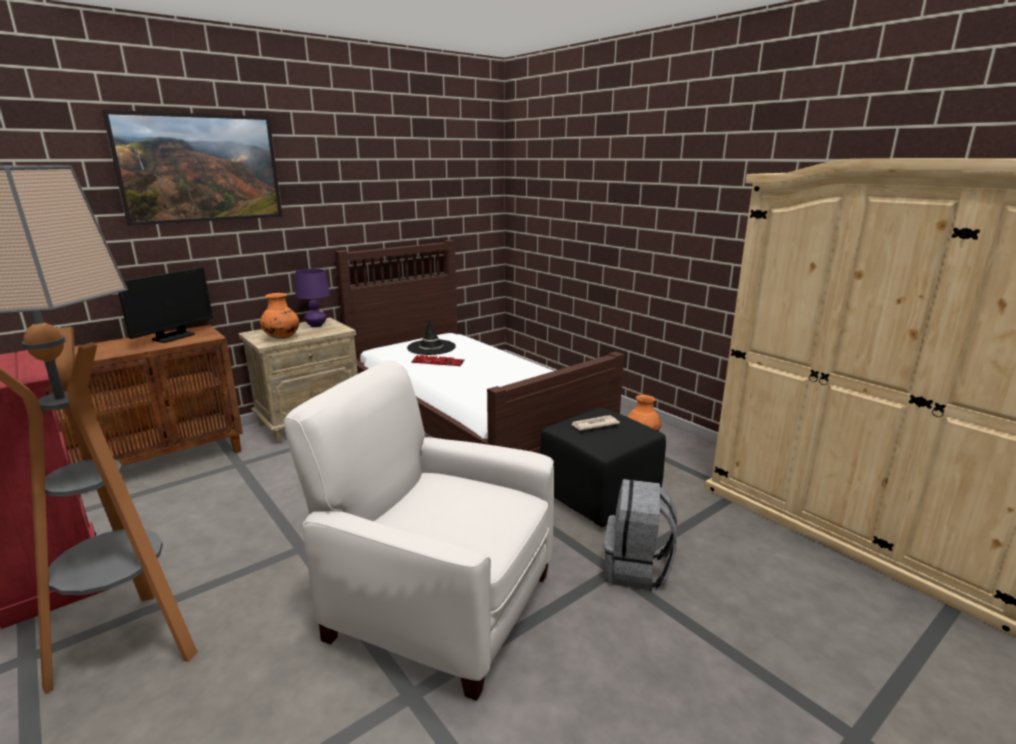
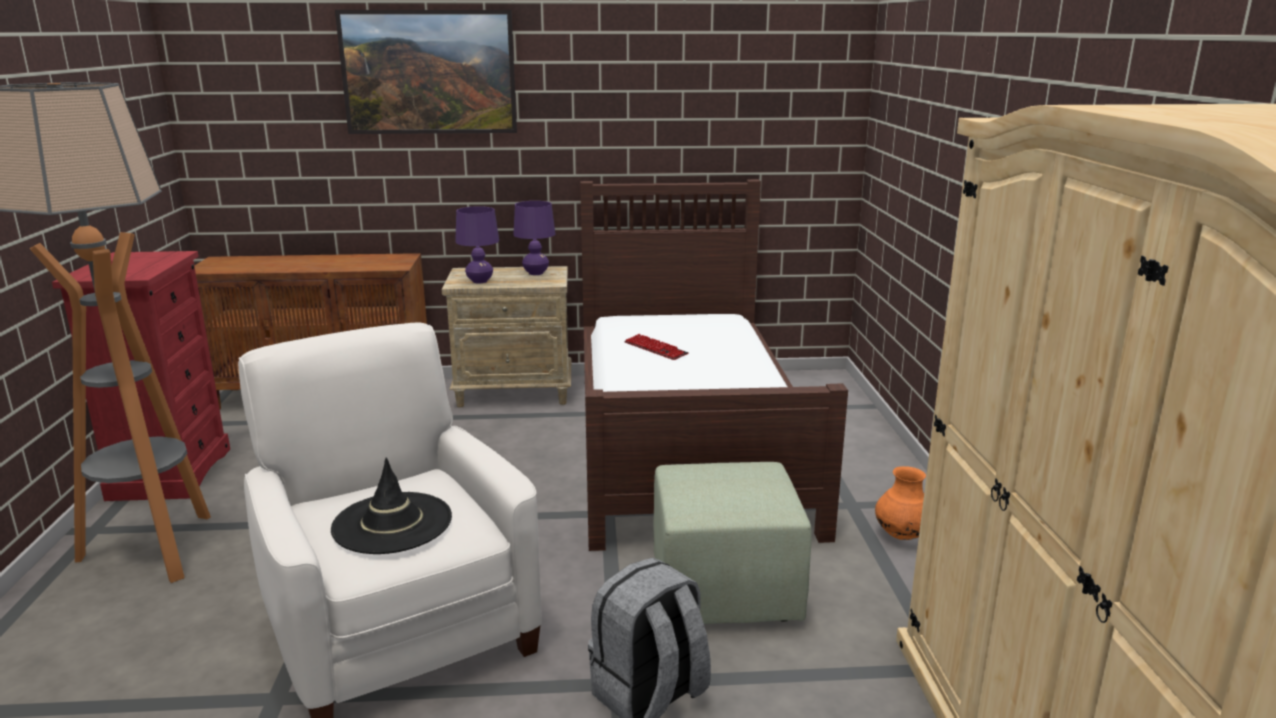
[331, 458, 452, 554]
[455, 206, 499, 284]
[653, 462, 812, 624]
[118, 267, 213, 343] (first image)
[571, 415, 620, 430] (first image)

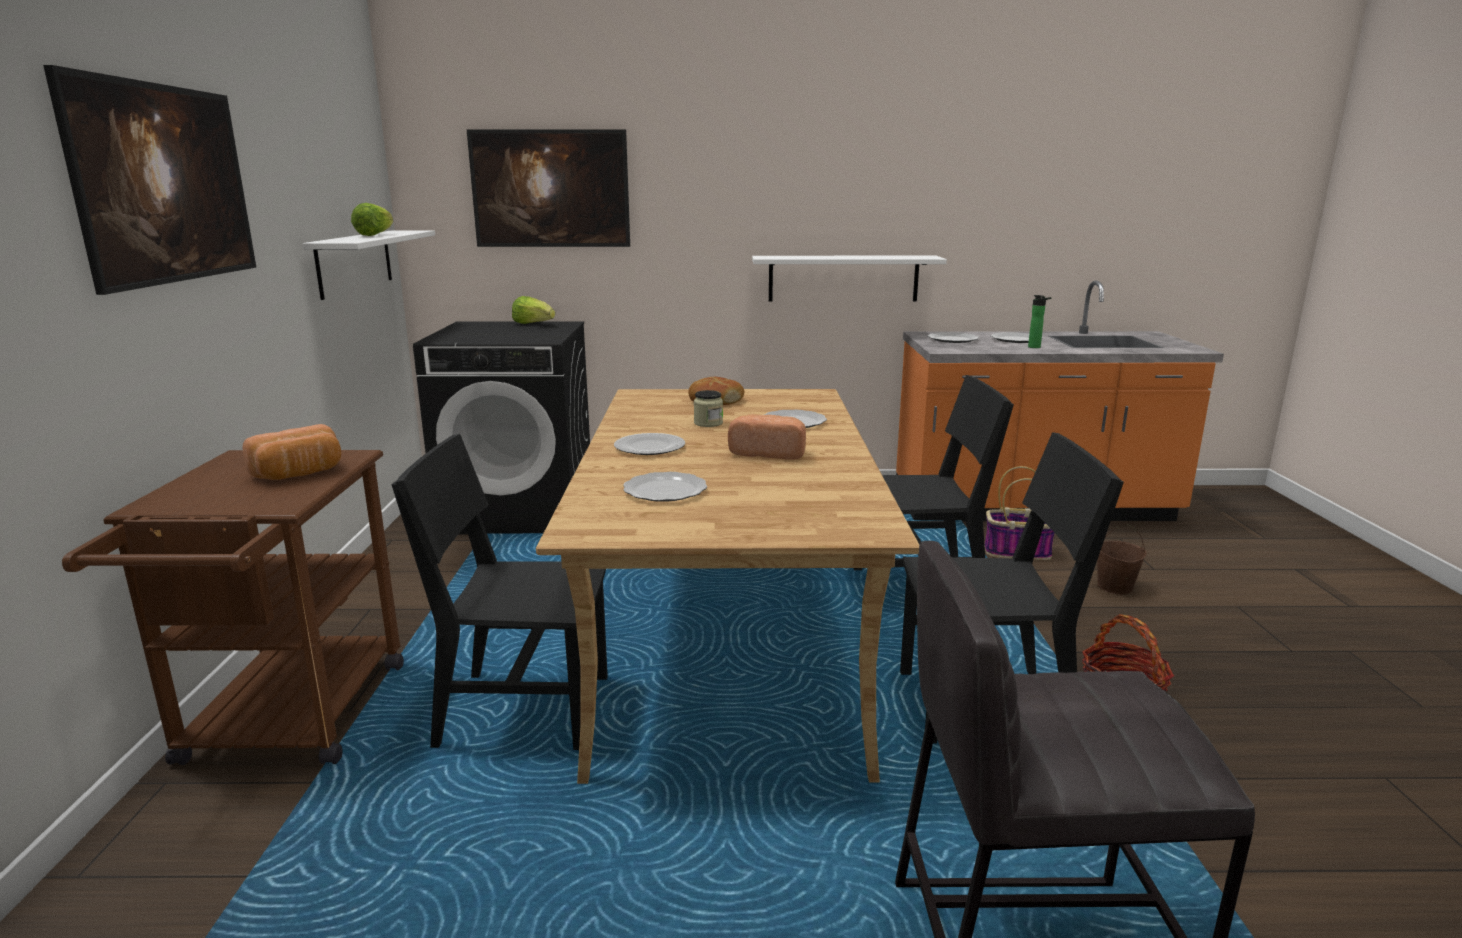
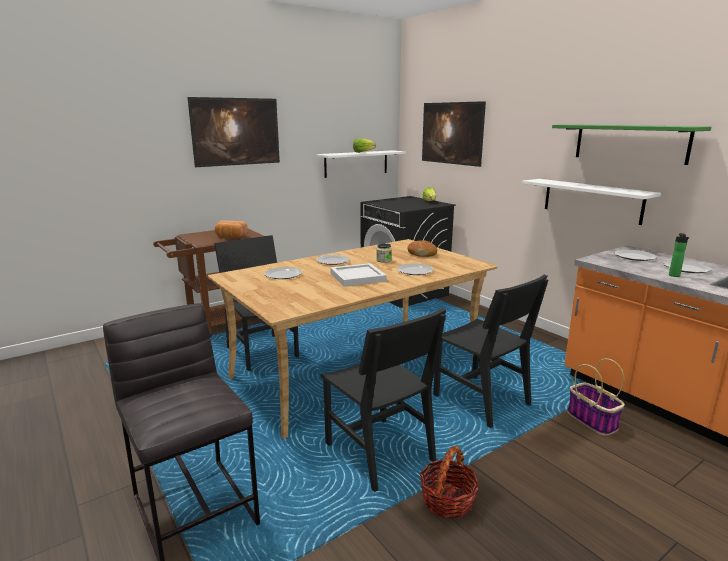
[330, 263, 387, 286]
[552, 124, 711, 165]
[1097, 523, 1147, 595] (first image)

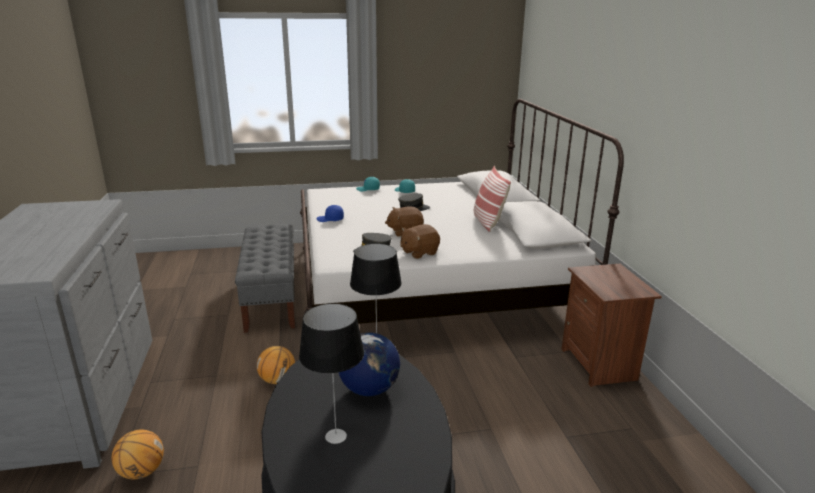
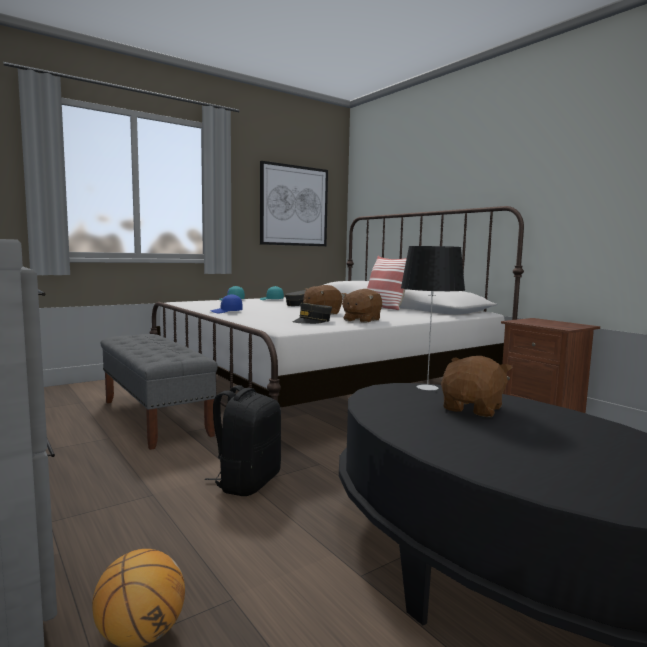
[205, 385, 281, 496]
[260, 161, 328, 246]
[441, 356, 512, 417]
[299, 304, 364, 444] (first image)

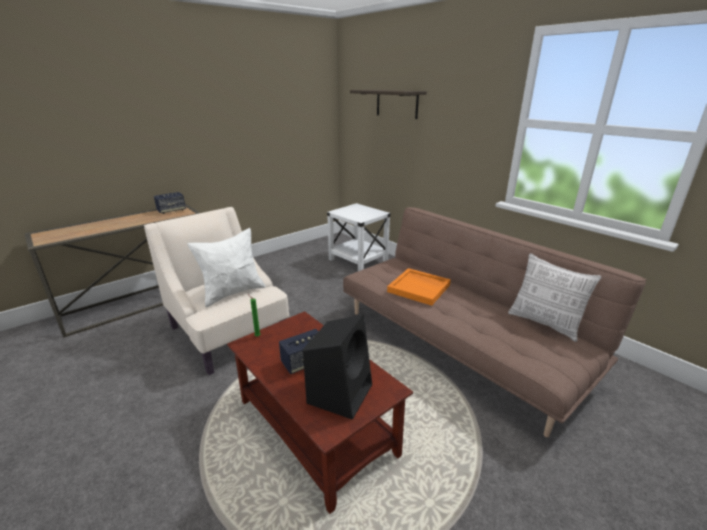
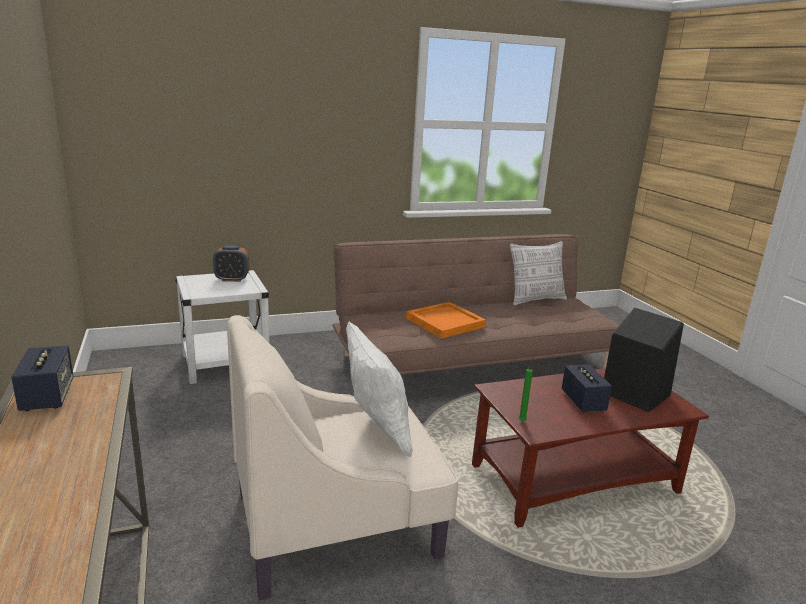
[213, 246, 249, 282]
[350, 90, 427, 119] (first image)

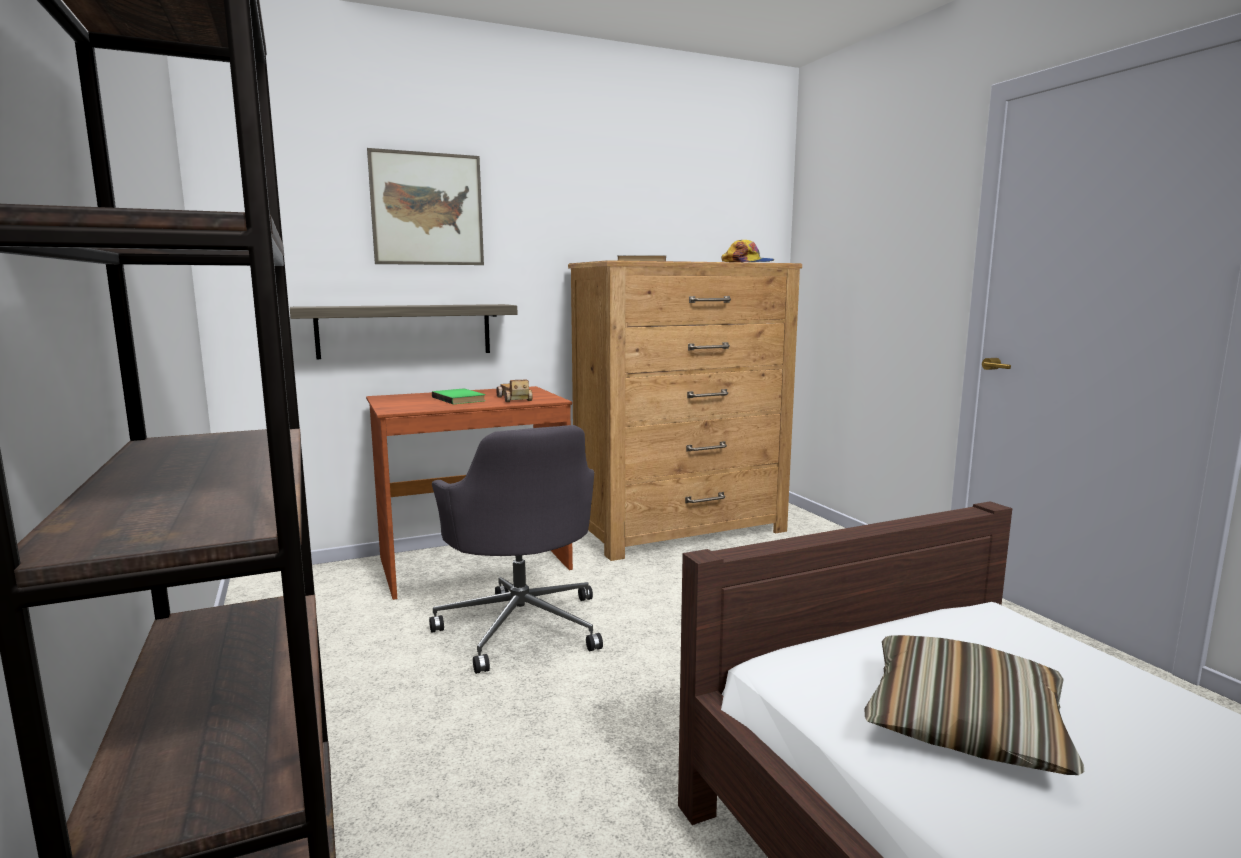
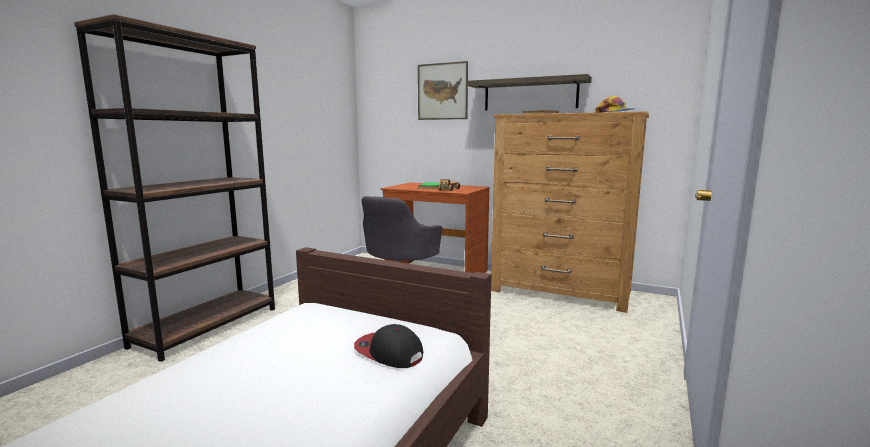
[354, 324, 423, 368]
[467, 74, 592, 110]
[865, 635, 1084, 775] (first image)

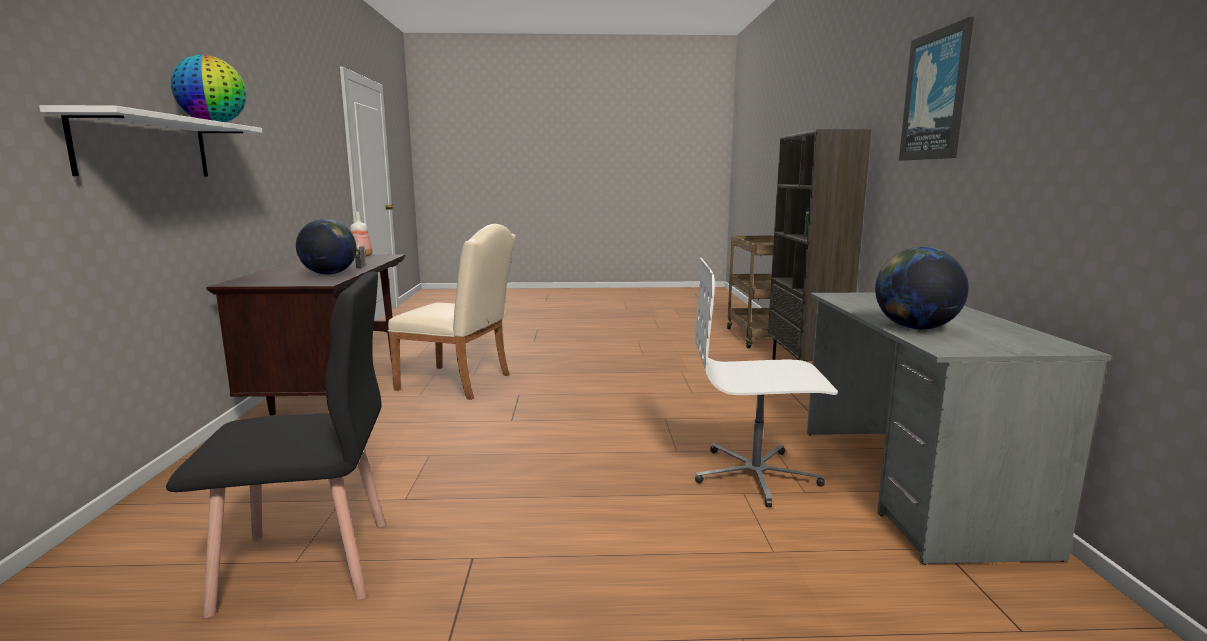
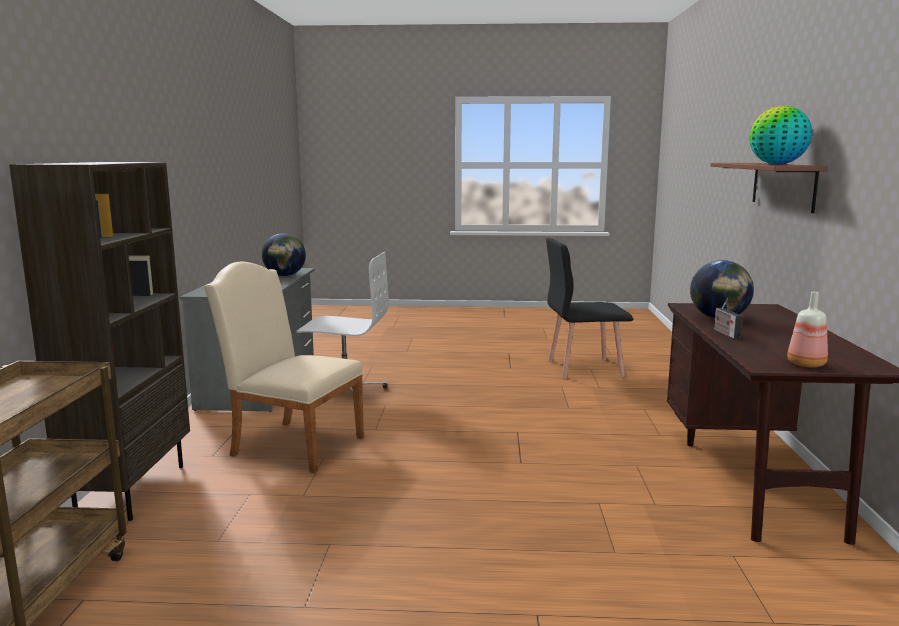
[204, 262, 364, 473]
[711, 163, 828, 213]
[899, 17, 974, 161] (first image)

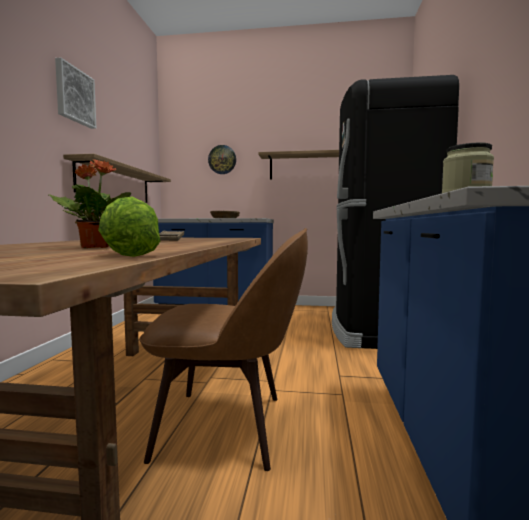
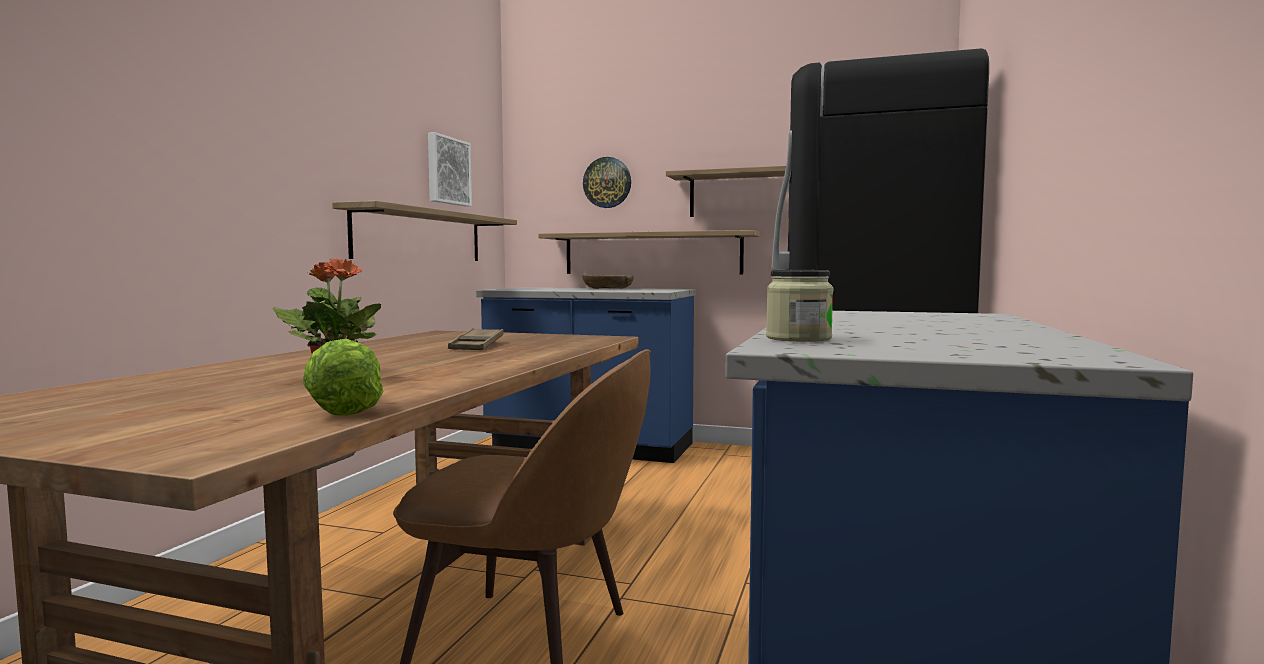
[428, 132, 472, 206]
[538, 230, 760, 274]

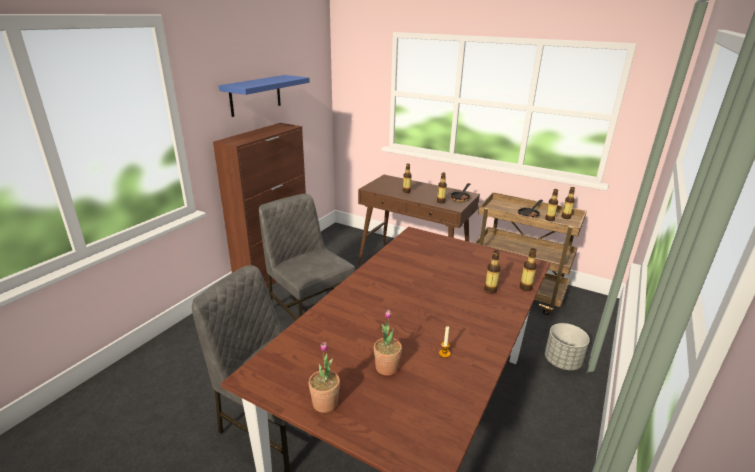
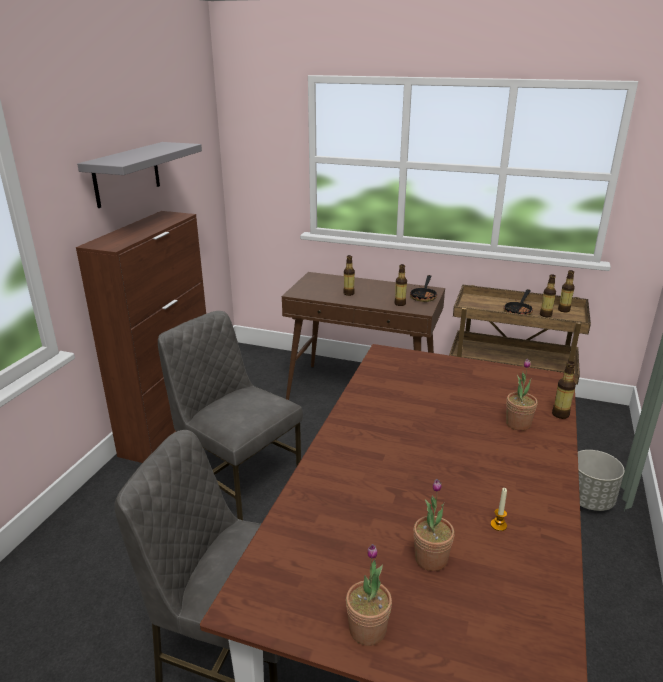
[77, 142, 202, 208]
[506, 359, 537, 431]

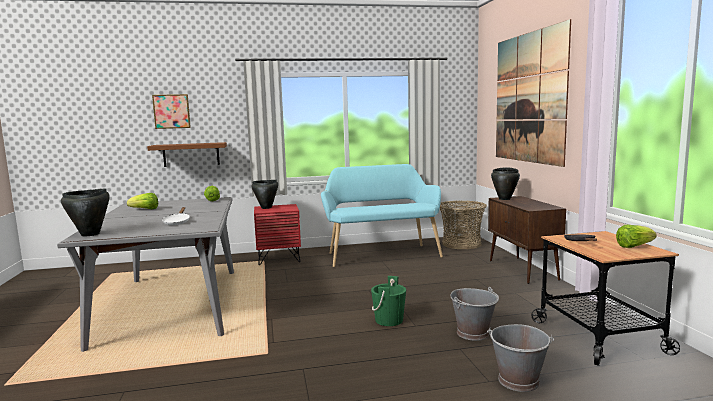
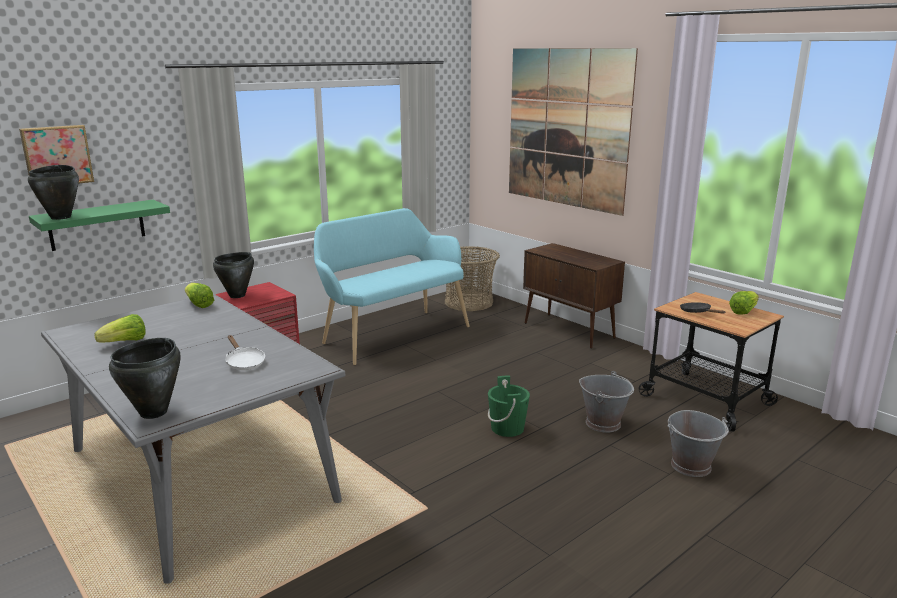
[28, 165, 79, 220]
[29, 200, 170, 251]

